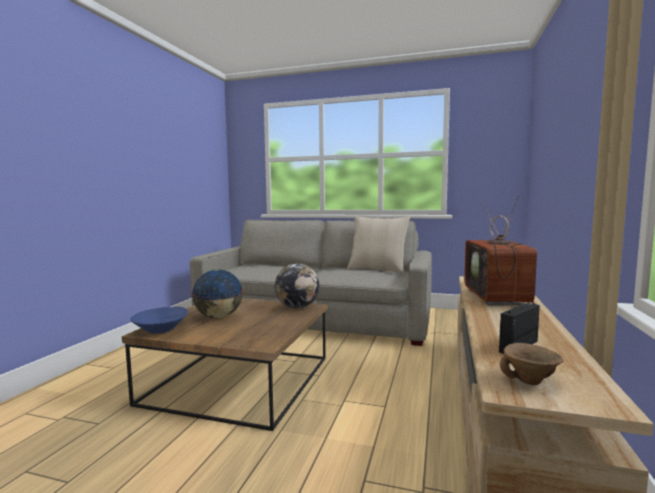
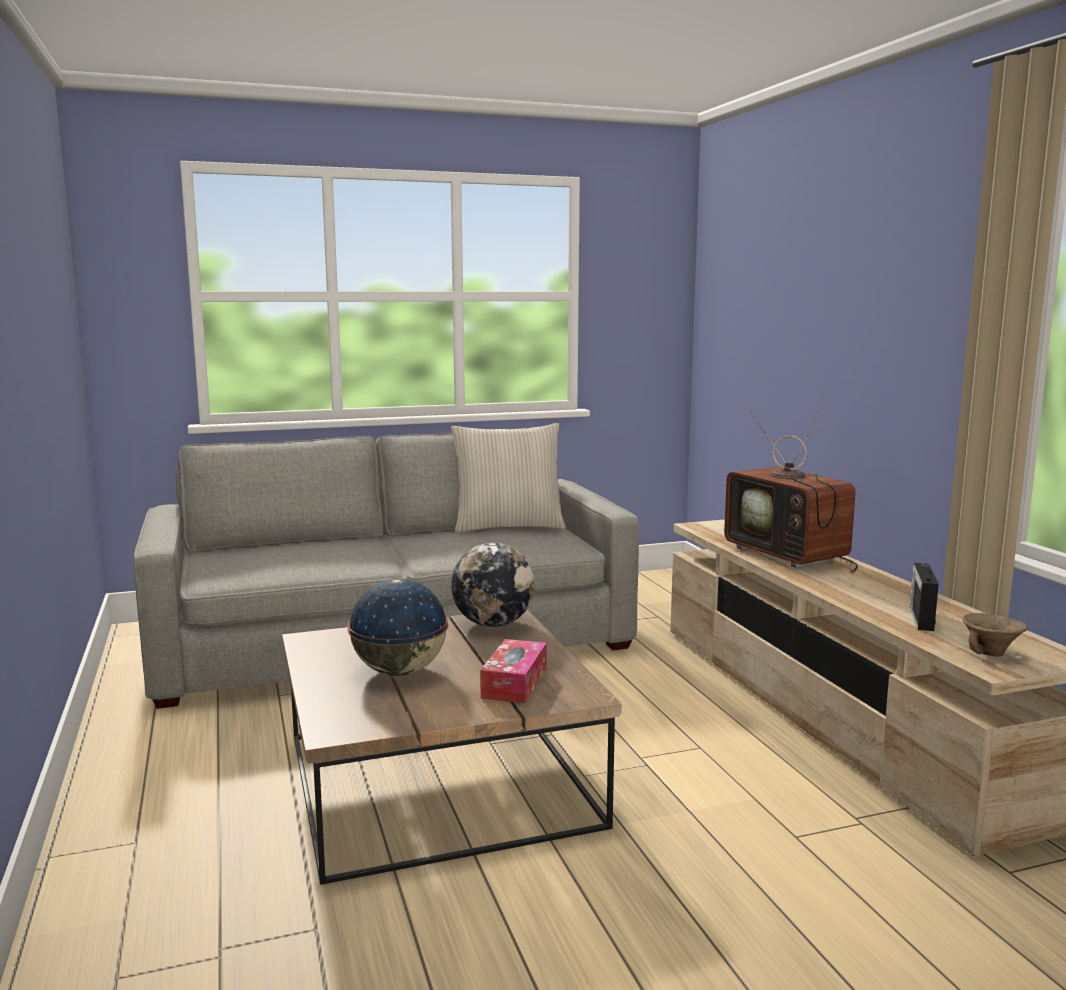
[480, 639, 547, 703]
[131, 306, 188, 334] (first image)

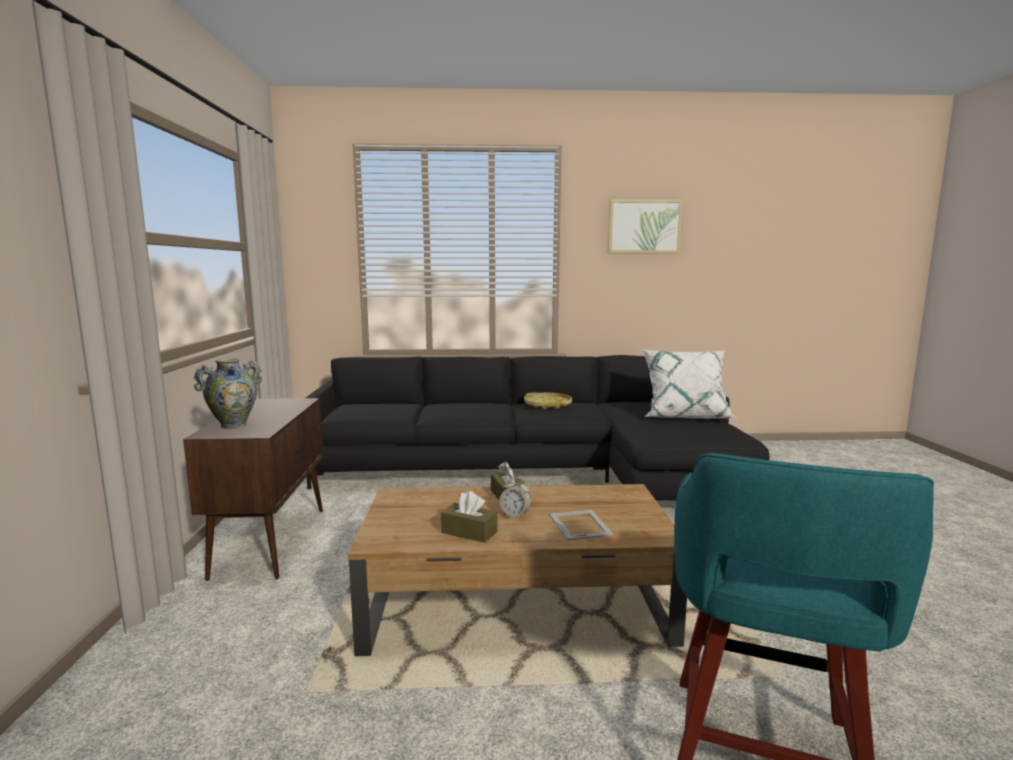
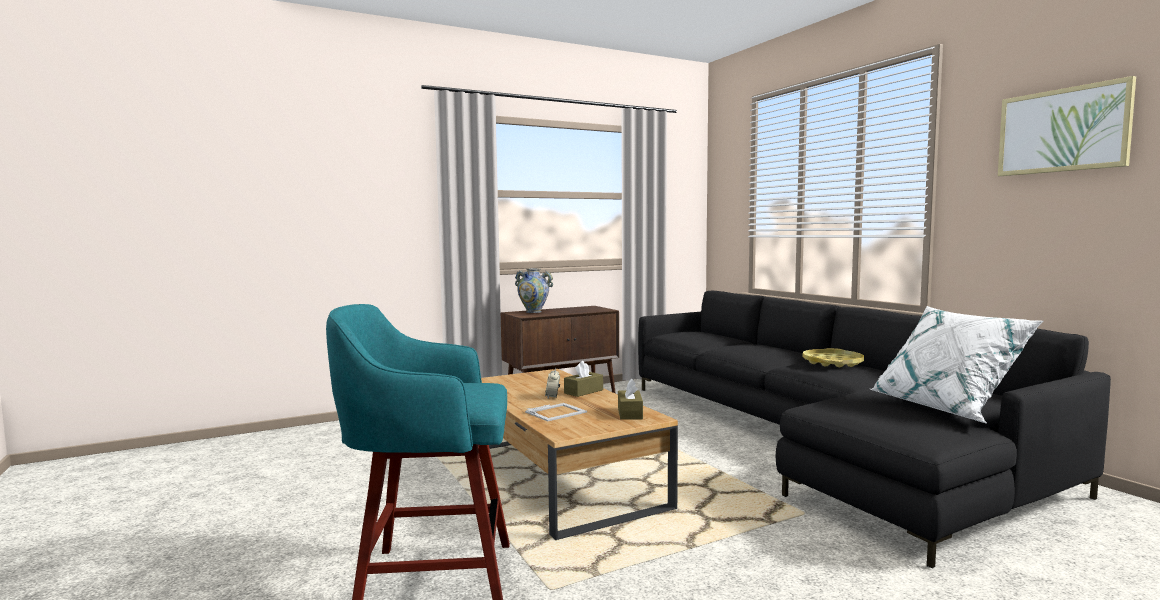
[618, 378, 643, 420]

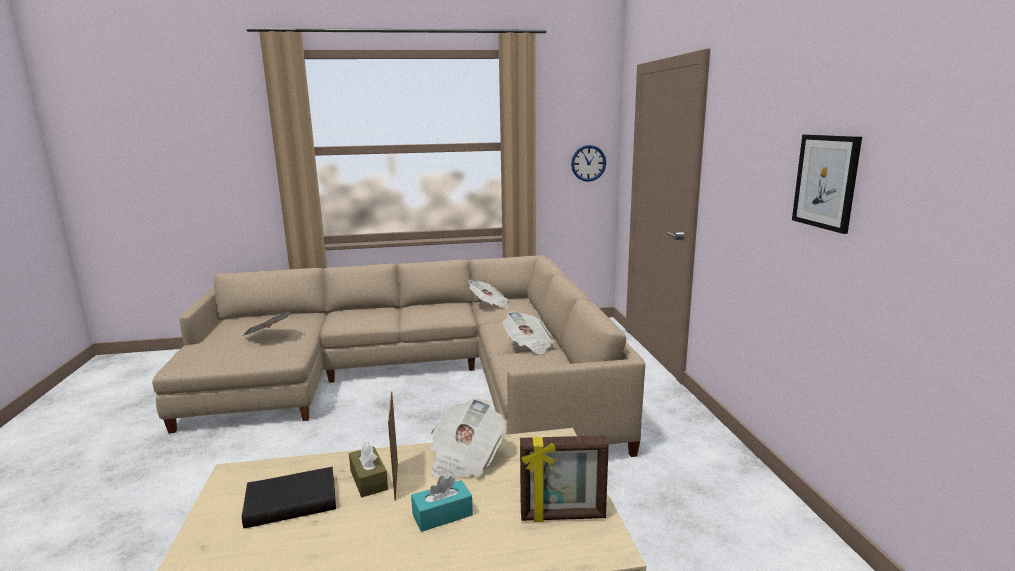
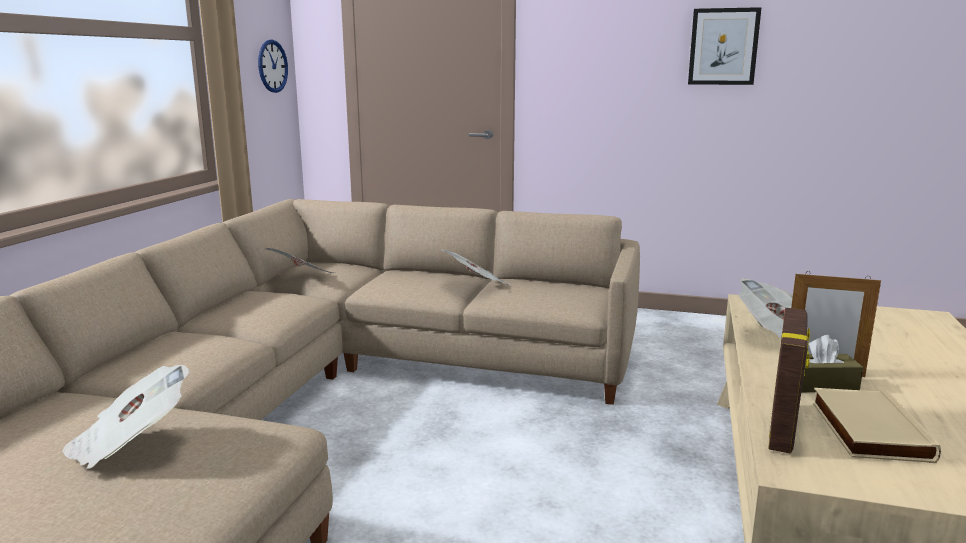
[768, 308, 810, 454]
[812, 388, 941, 463]
[411, 476, 473, 532] (first image)

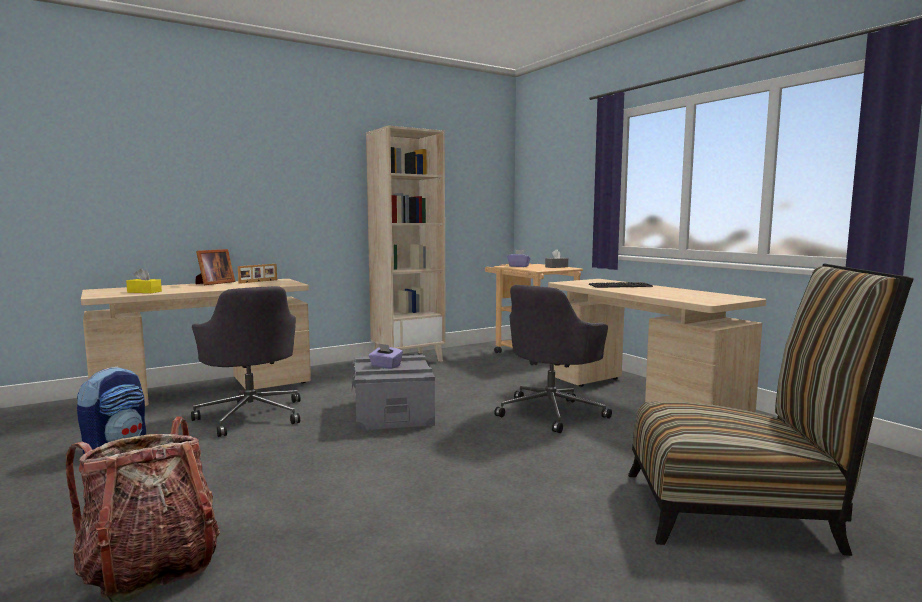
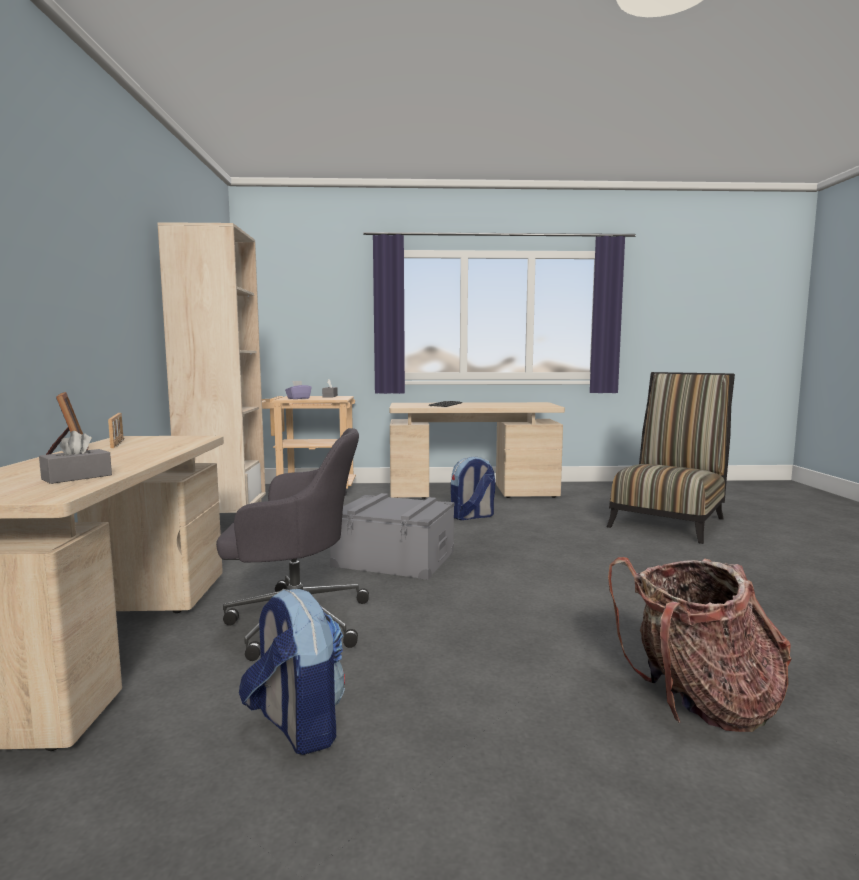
[39, 431, 112, 484]
[451, 456, 495, 520]
[369, 343, 403, 369] (first image)

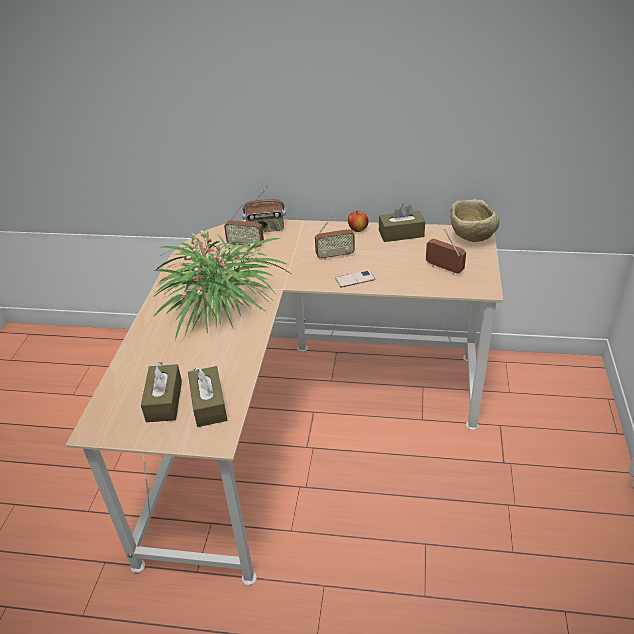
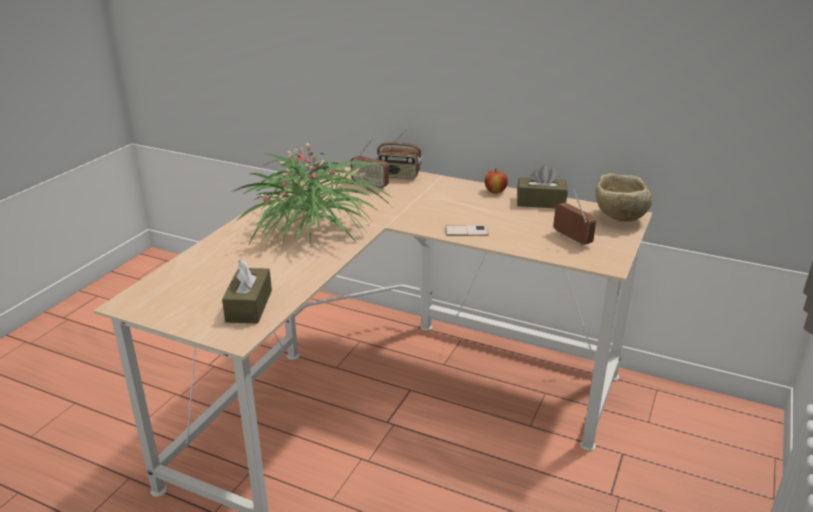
[141, 362, 182, 422] (first image)
[315, 213, 355, 260] (first image)

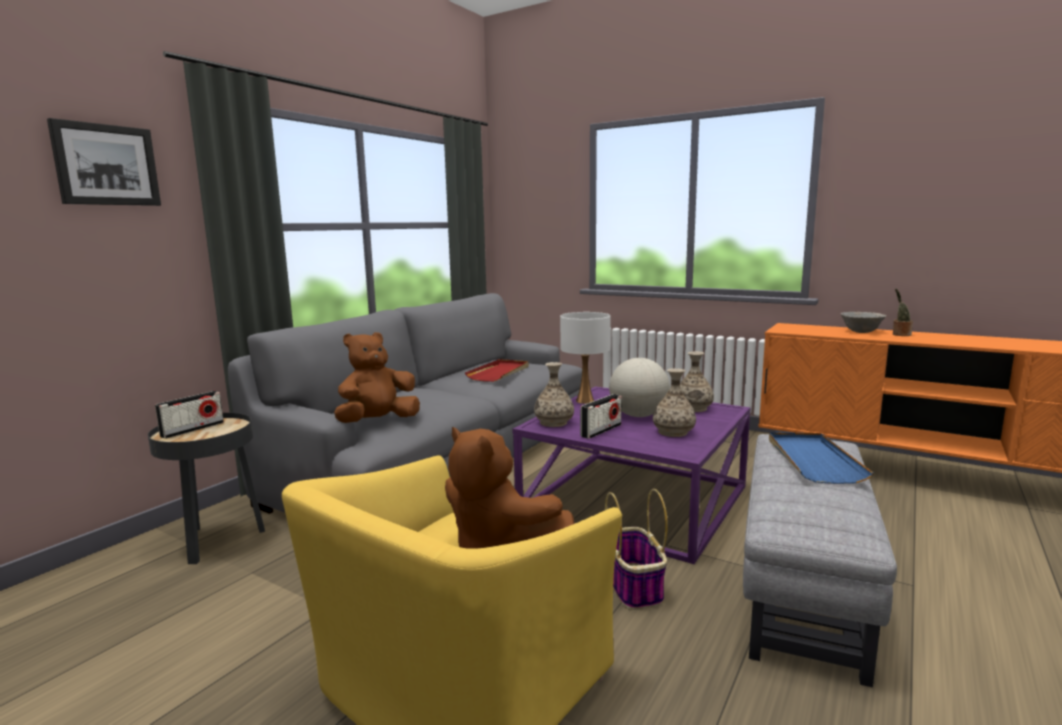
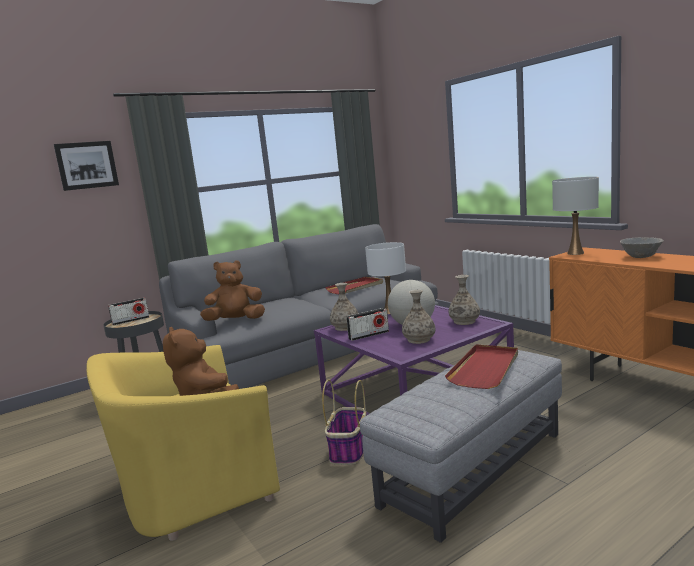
[445, 344, 518, 389]
[552, 177, 599, 255]
[893, 288, 913, 336] (first image)

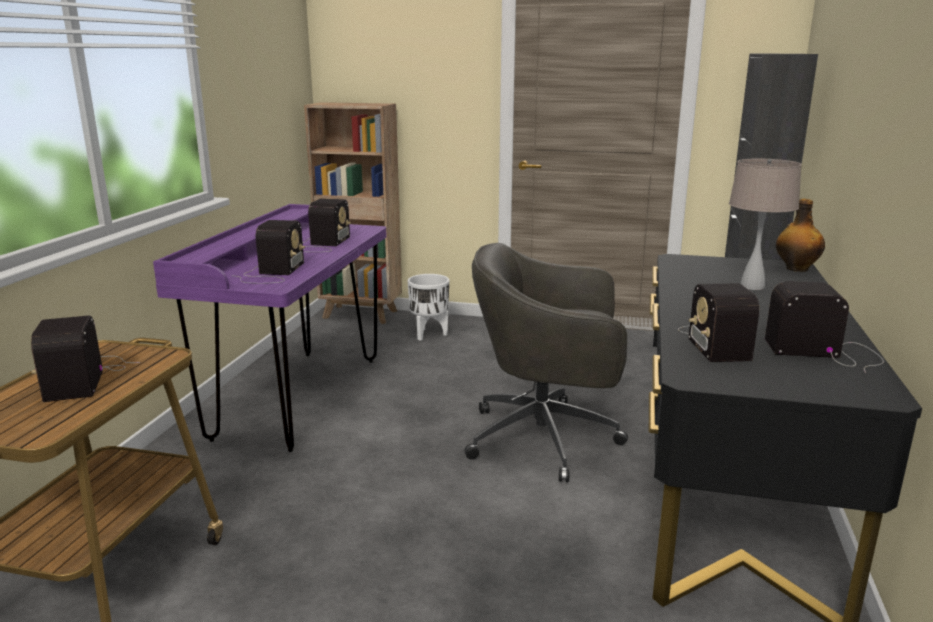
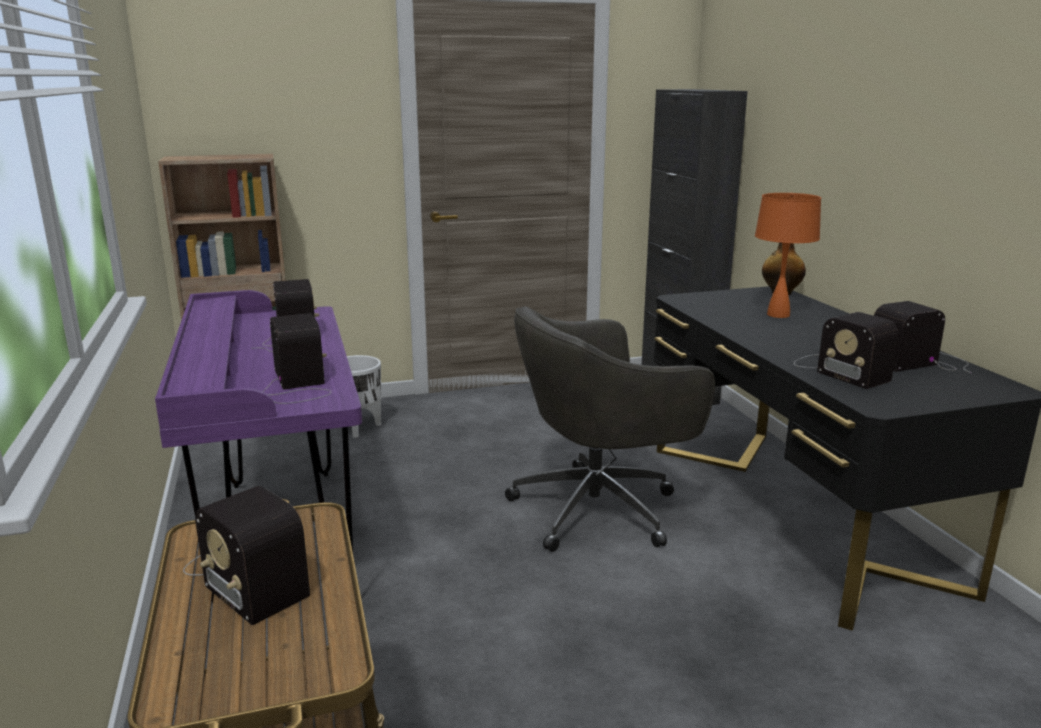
[755, 193, 821, 318]

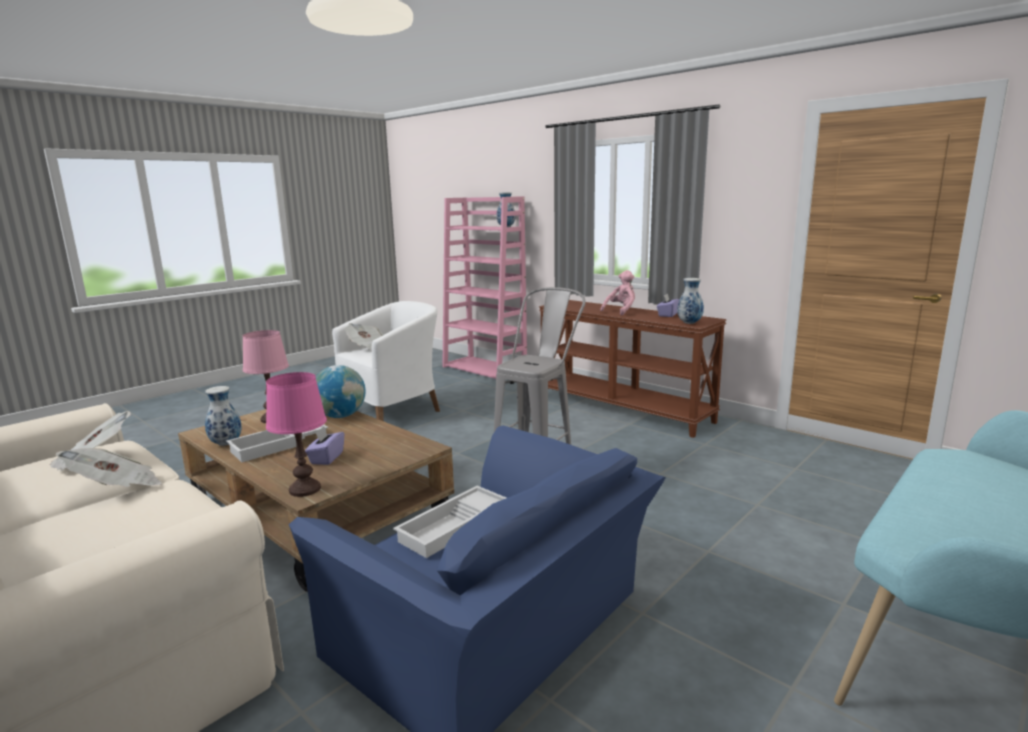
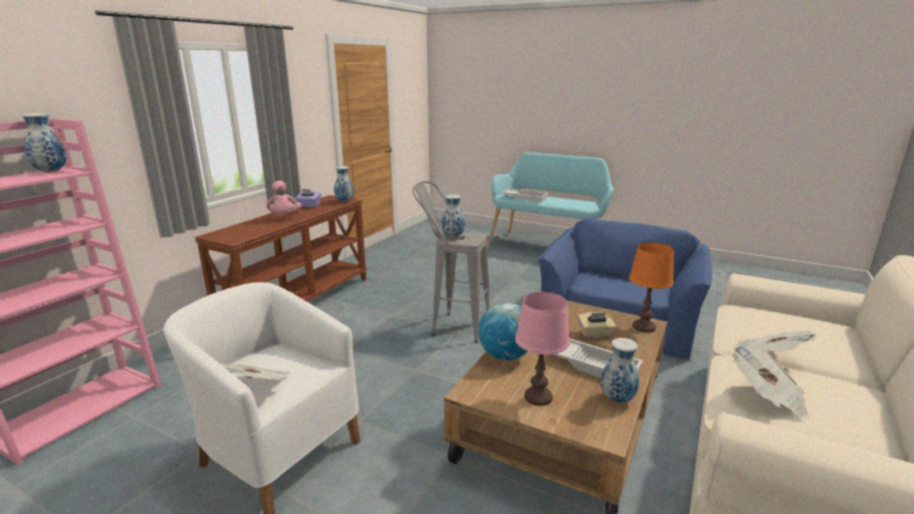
[266, 180, 302, 214]
[441, 194, 465, 238]
[501, 189, 548, 202]
[578, 312, 616, 338]
[629, 242, 674, 333]

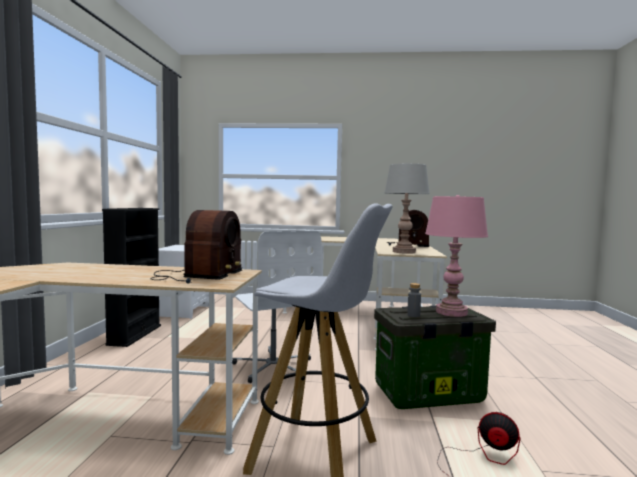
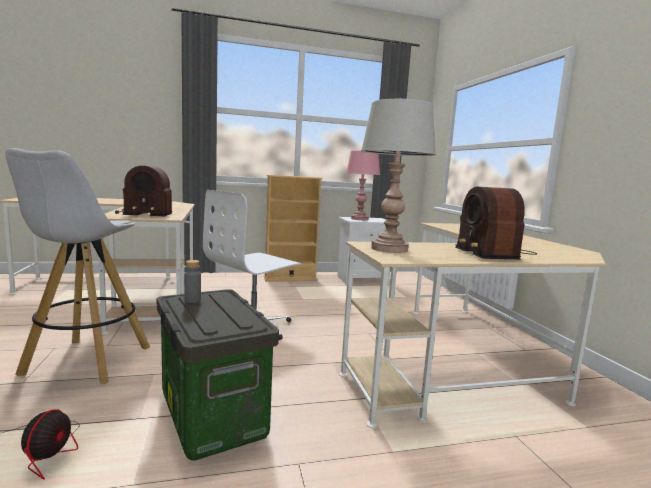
[264, 175, 323, 282]
[346, 151, 380, 220]

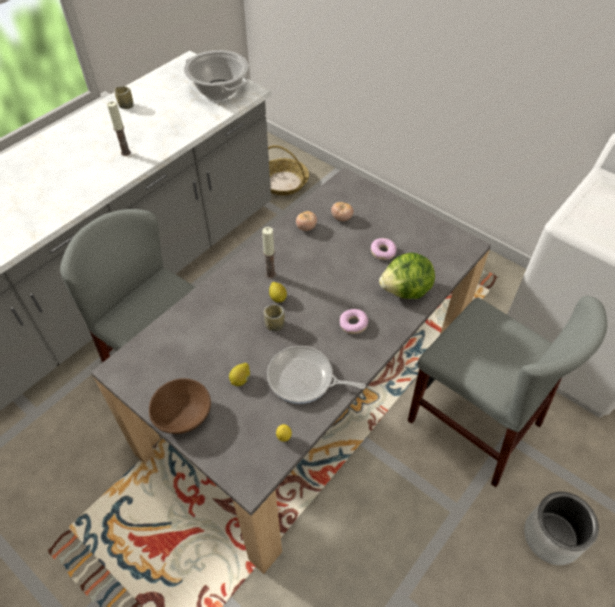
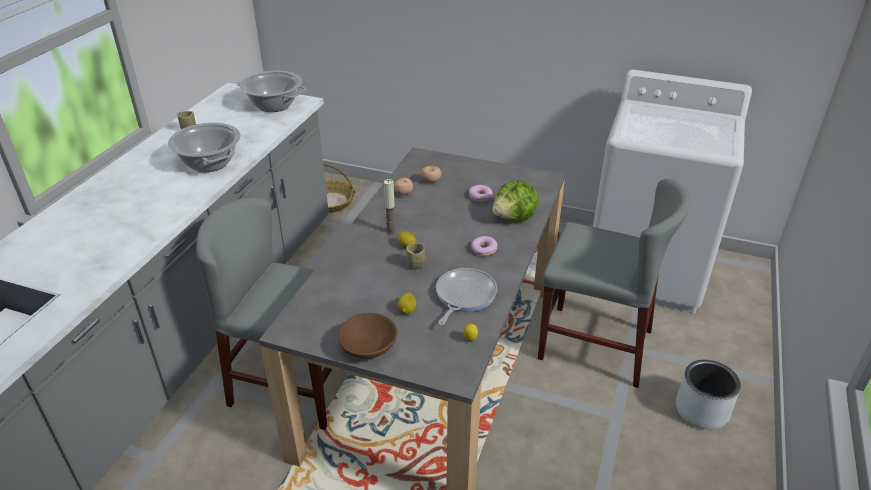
[168, 123, 241, 172]
[436, 268, 497, 325]

